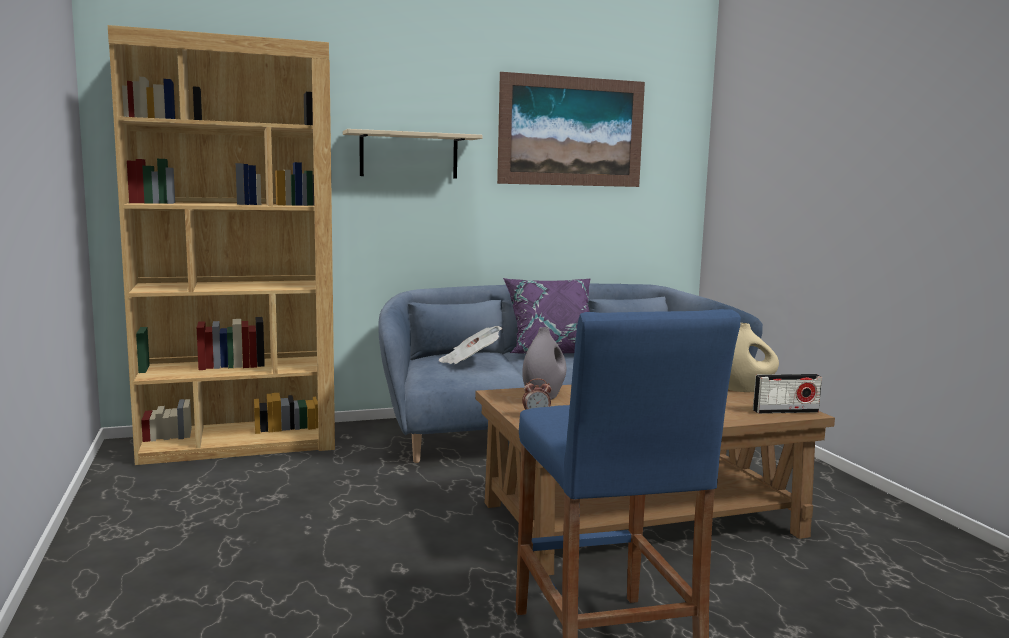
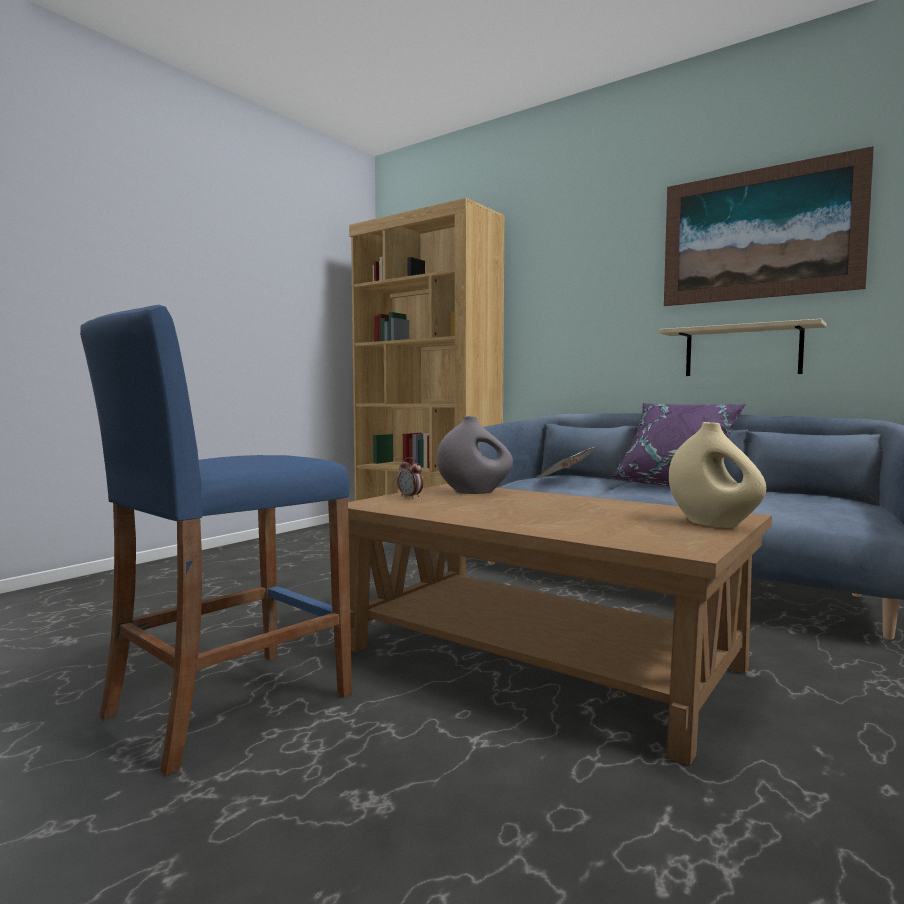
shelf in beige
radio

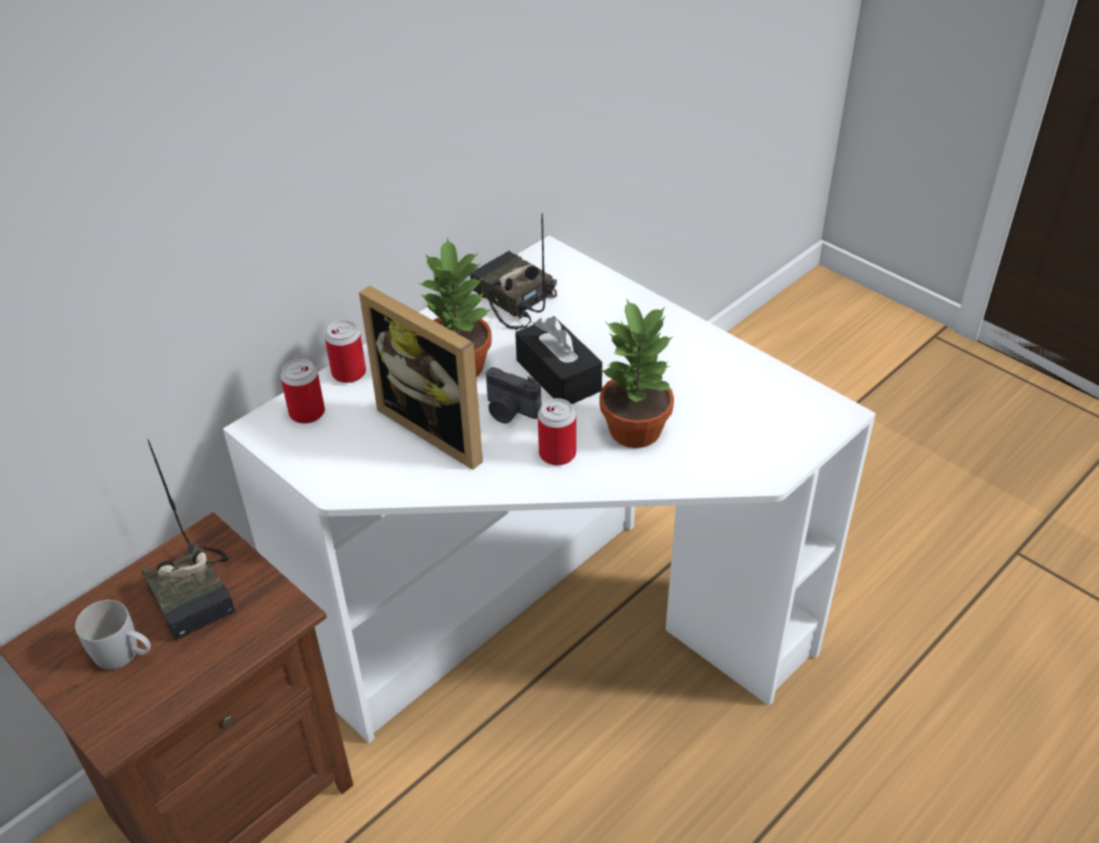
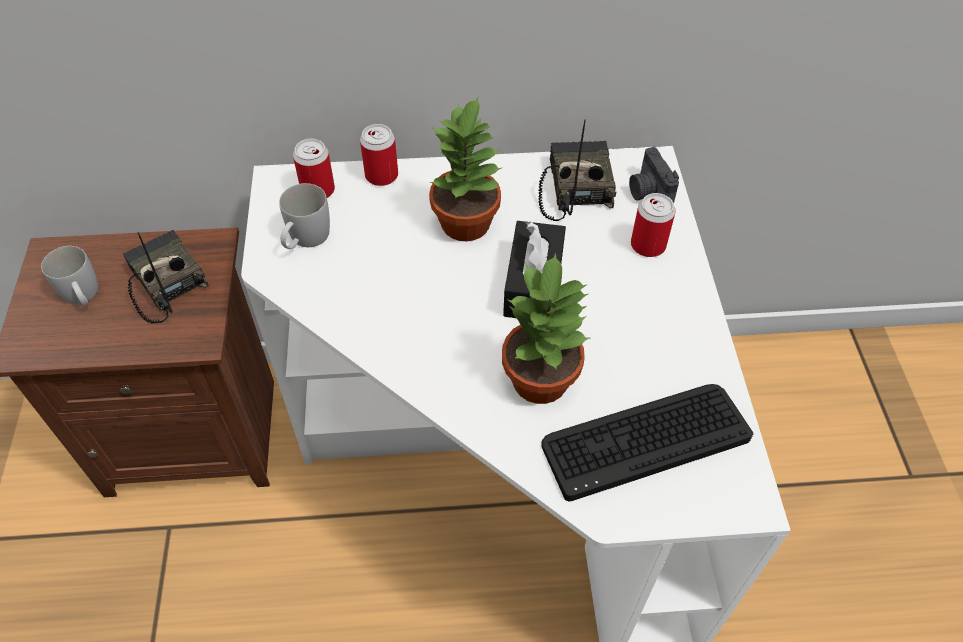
radio (no. 1 from left)
picture frame
photo camera
can (no. 3 from left)
mug in white (no. 2 from left)
keyboard

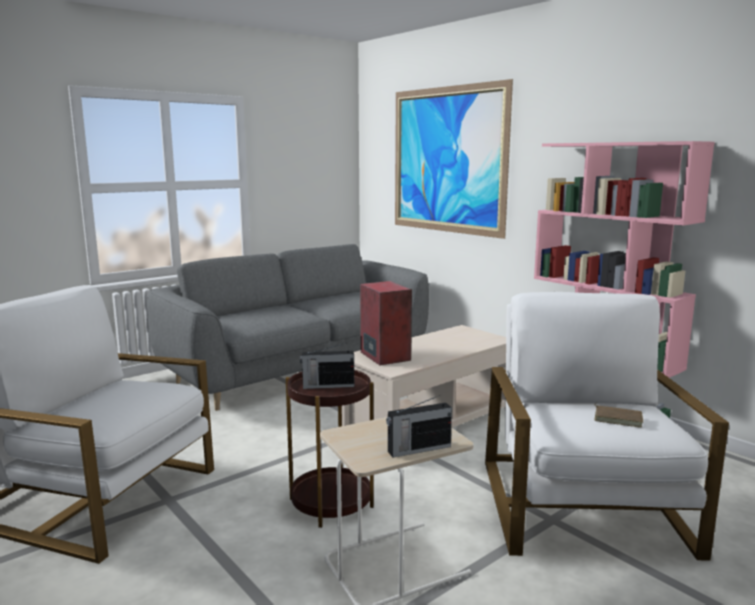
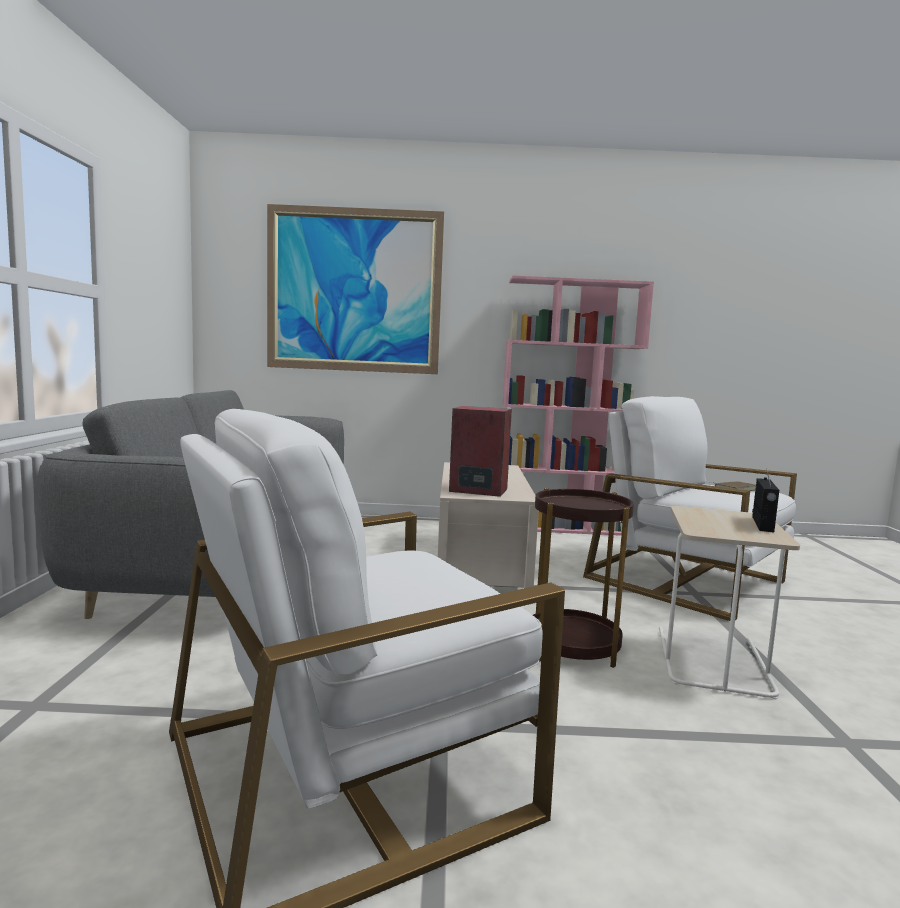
radio (no. 1 from left in the first image)

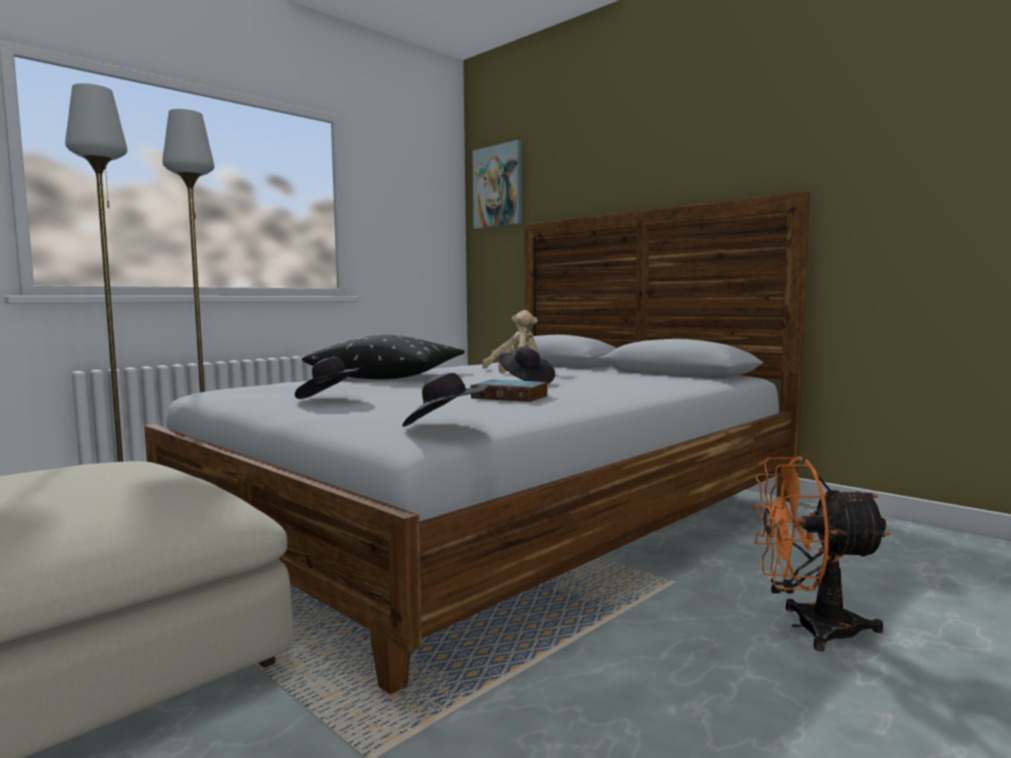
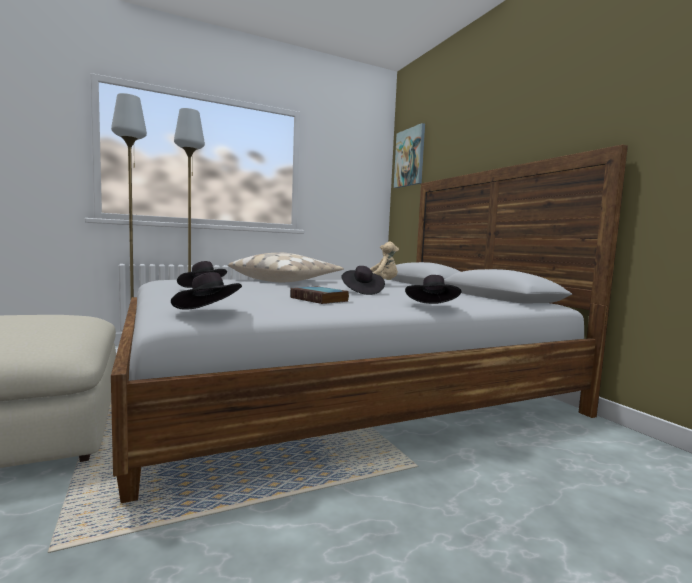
pillow in beige
fan in orange
hat in black (no. 4 from left)

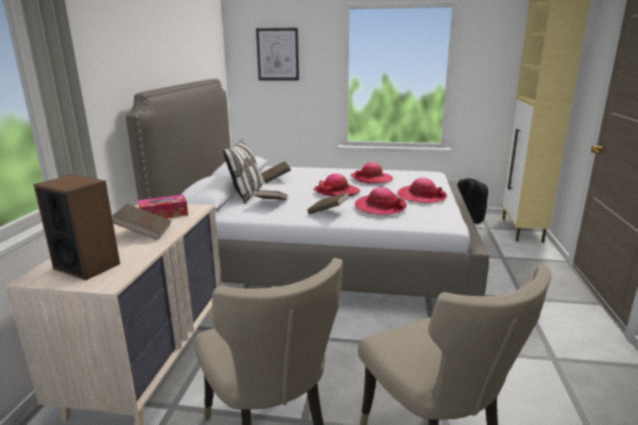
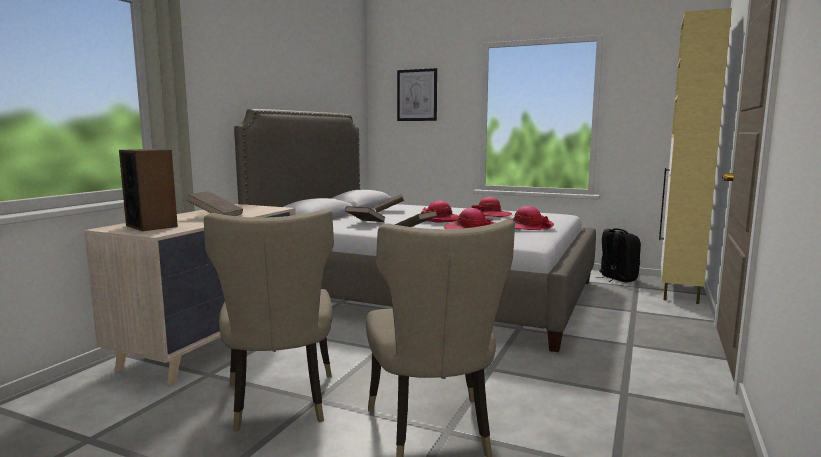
tissue box
pillow

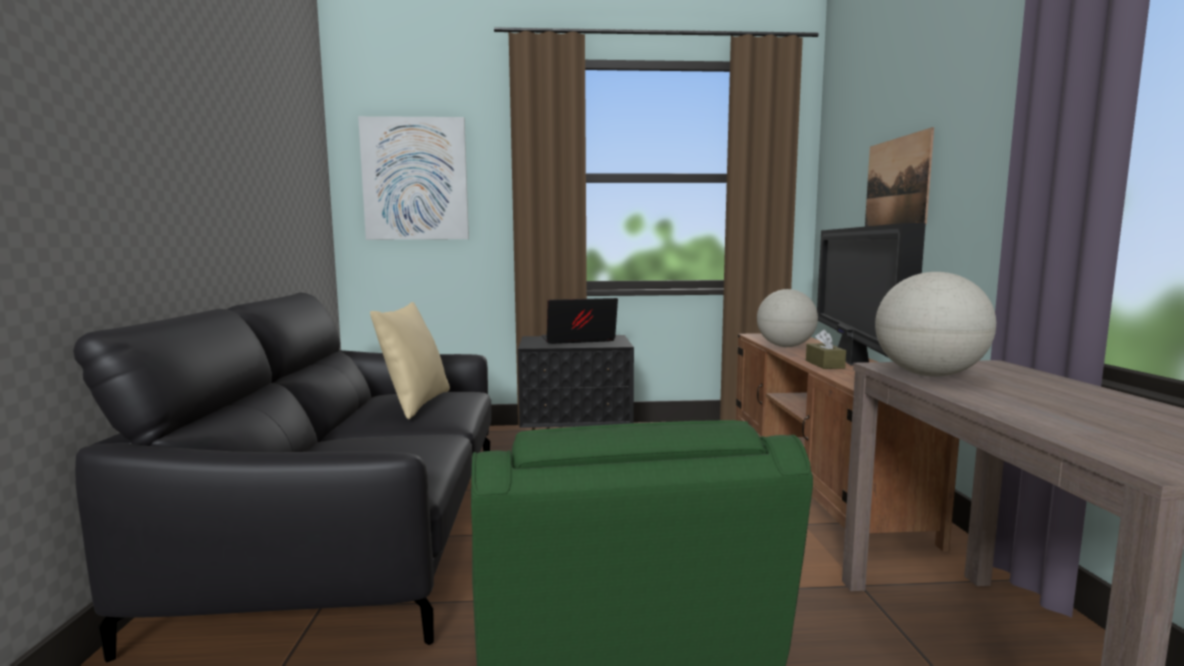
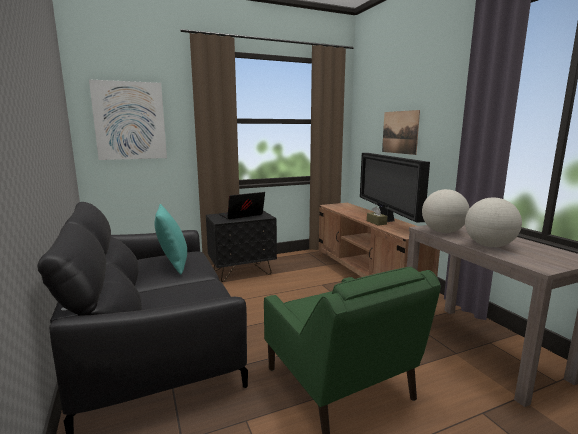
pillow in turquoise
globe (no. 2 from left)

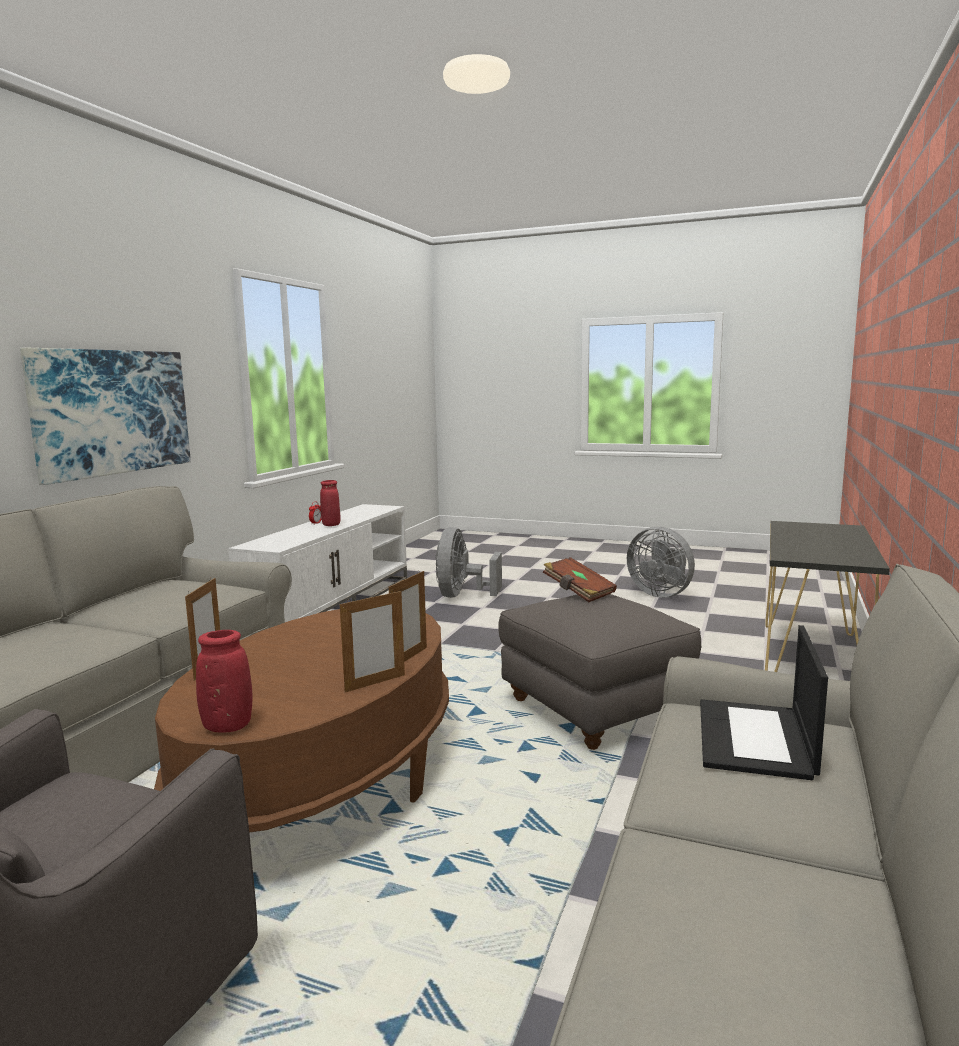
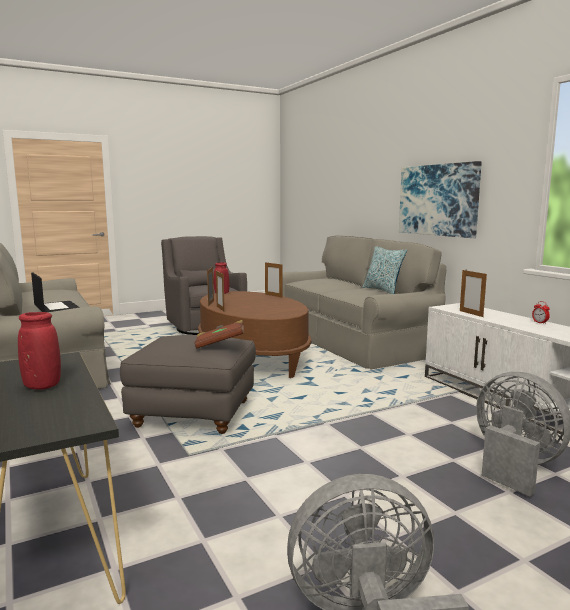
vase in red (no. 1 from left)
pillow
picture frame (no. 4 from left)

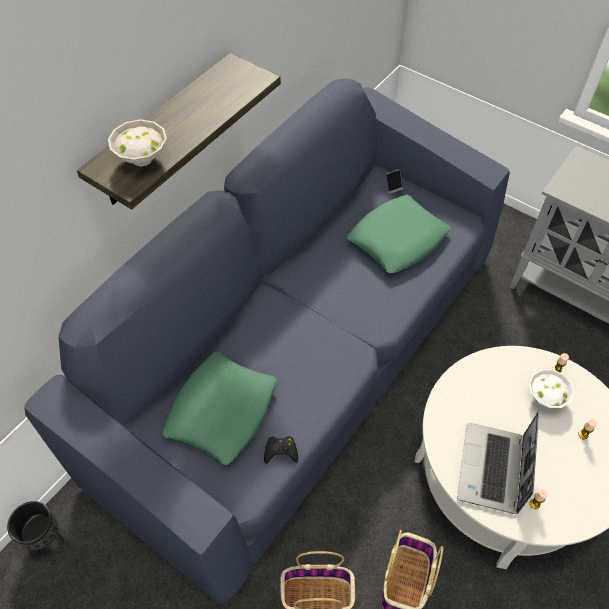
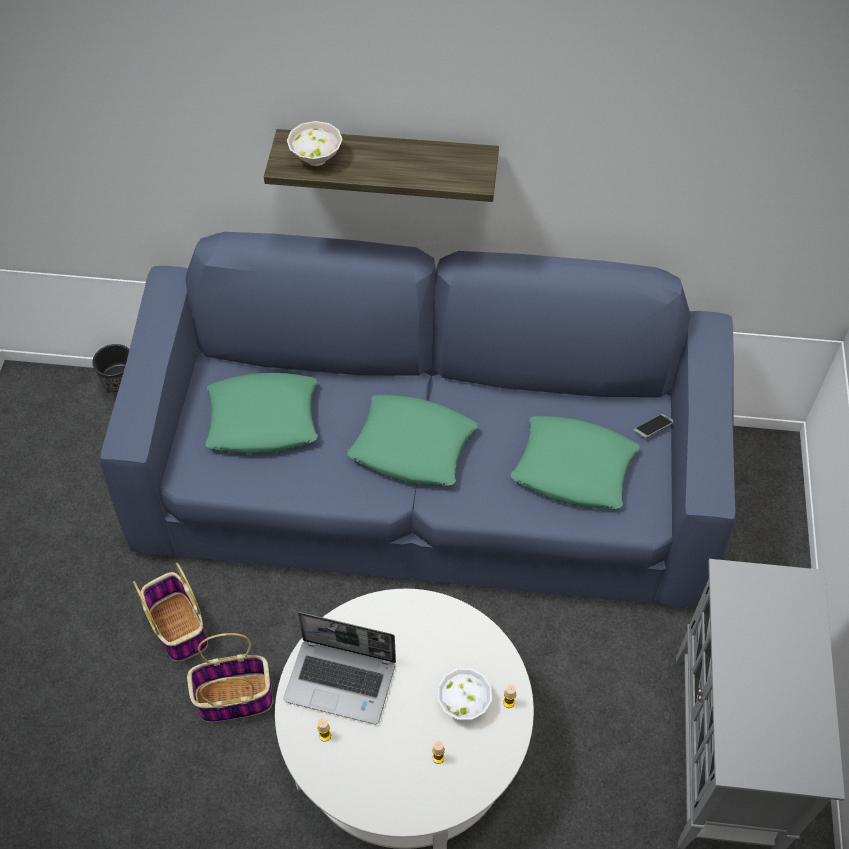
game controller in black
laptop
pillow in green (no. 2 from left)

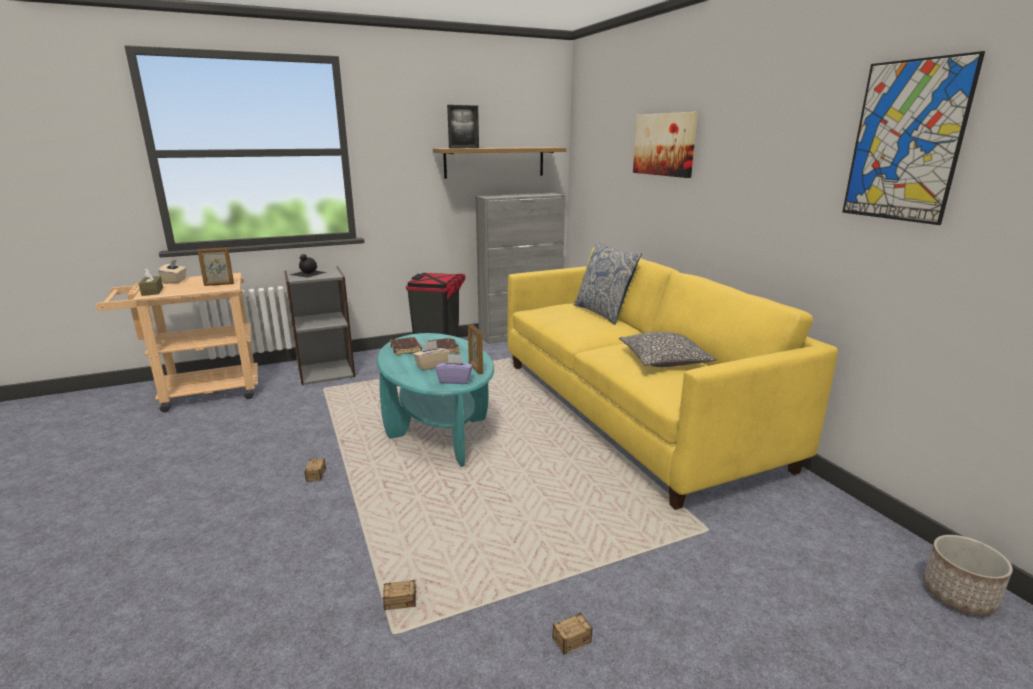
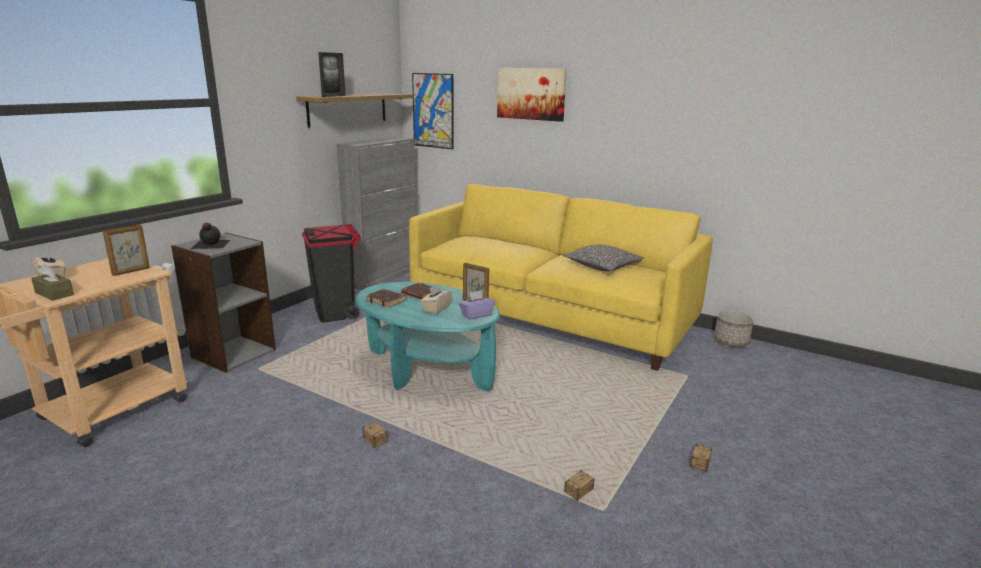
pillow (no. 1 from left in the first image)
picture (no. 1 from left)
planter

